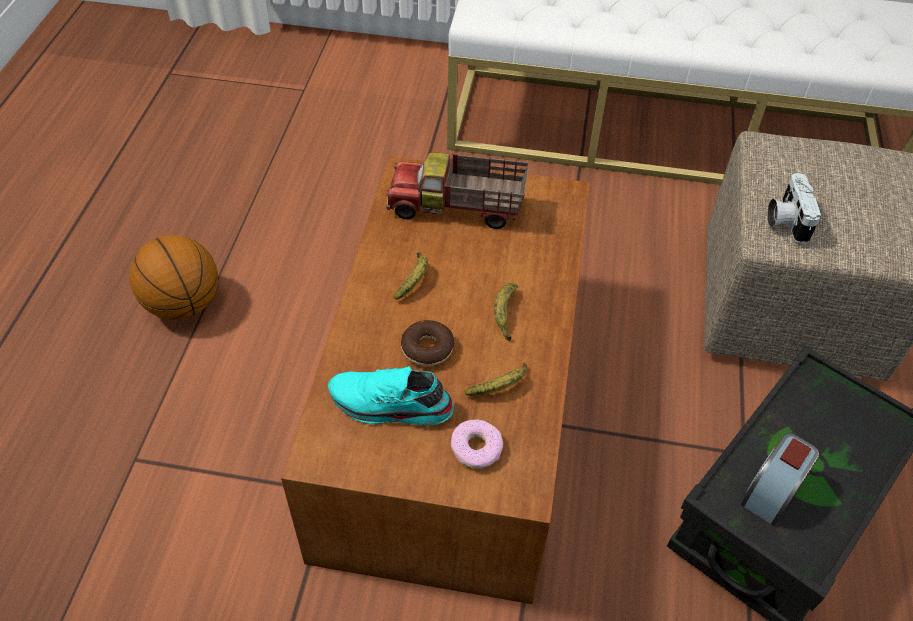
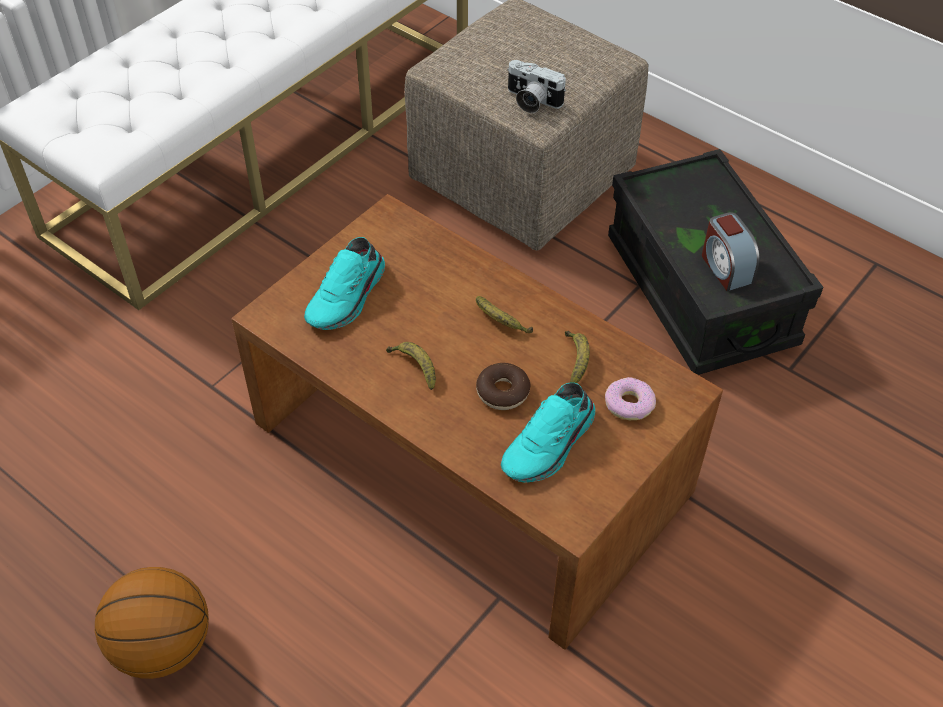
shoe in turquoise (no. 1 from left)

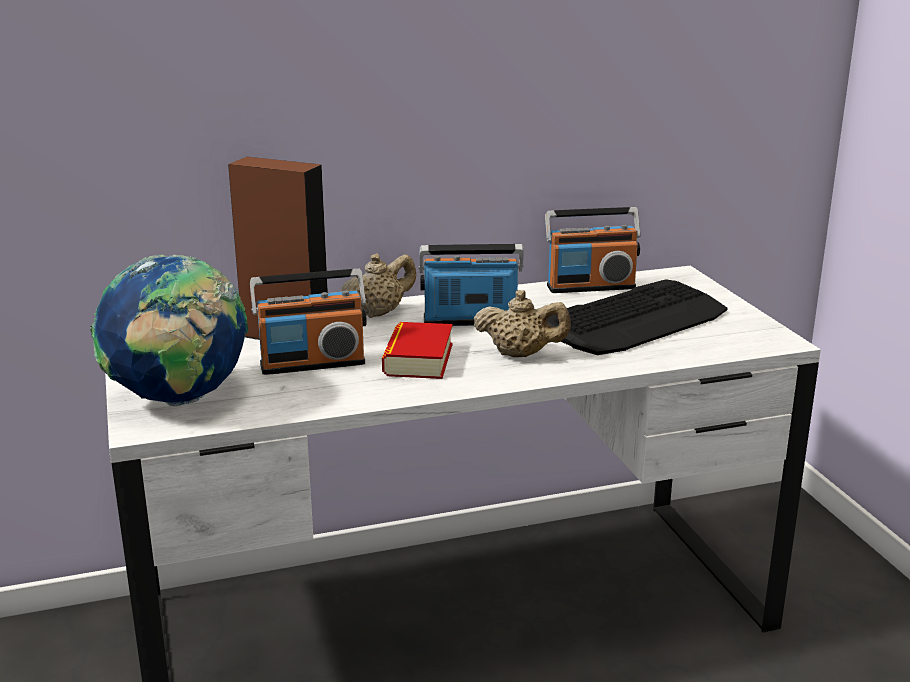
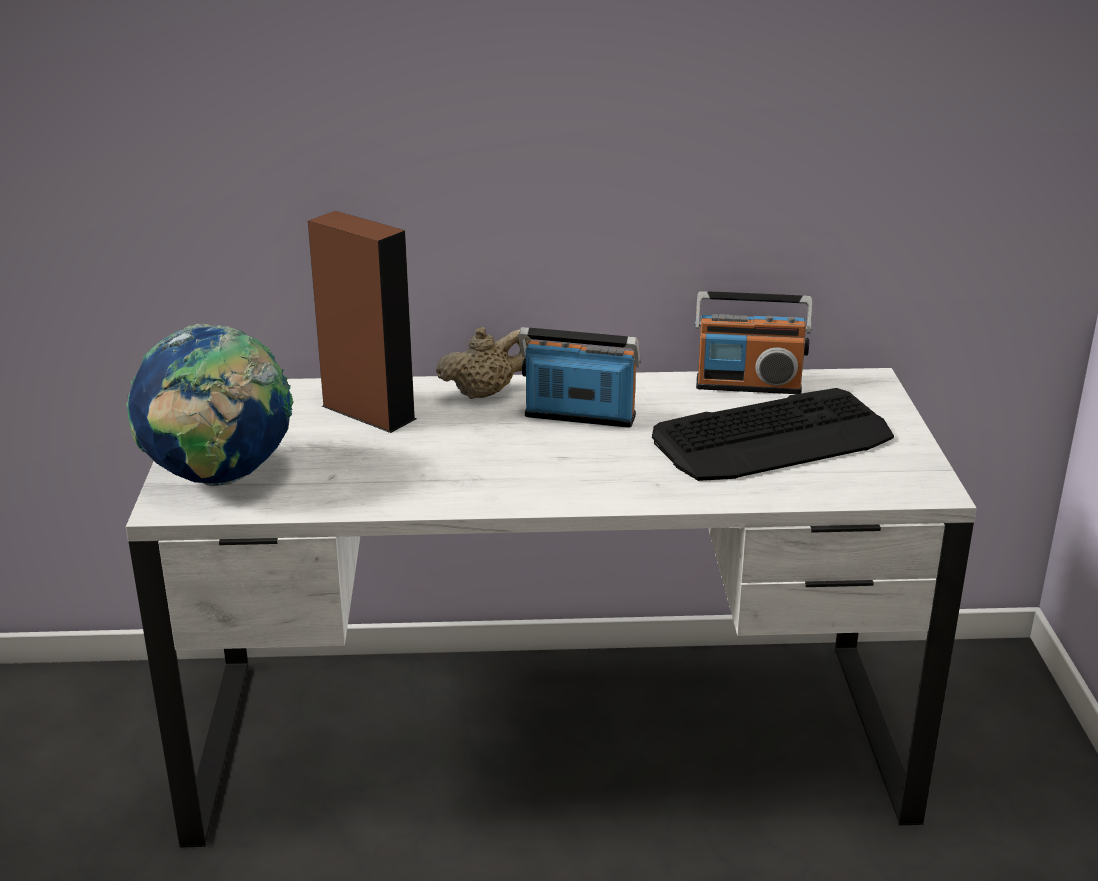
radio (no. 1 from left in the first image)
book
teapot in beige (no. 2 from left in the first image)

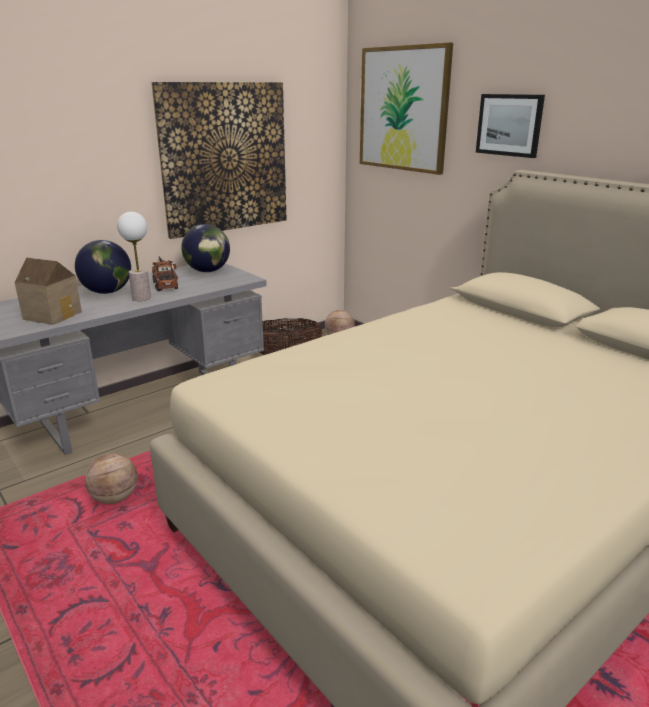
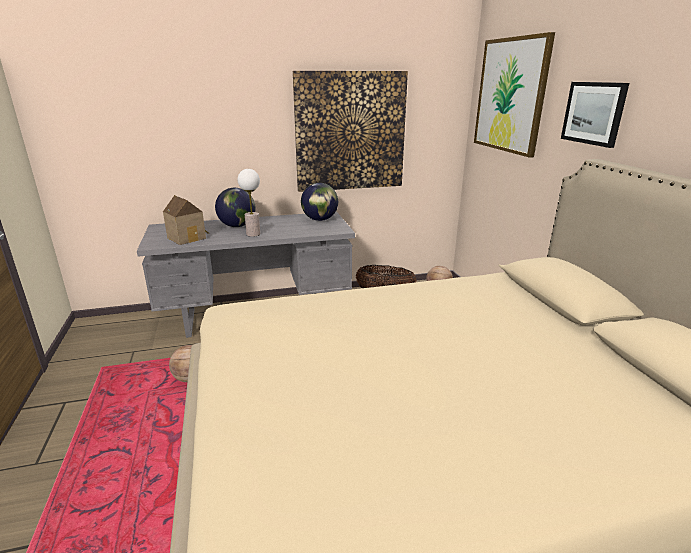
toy truck

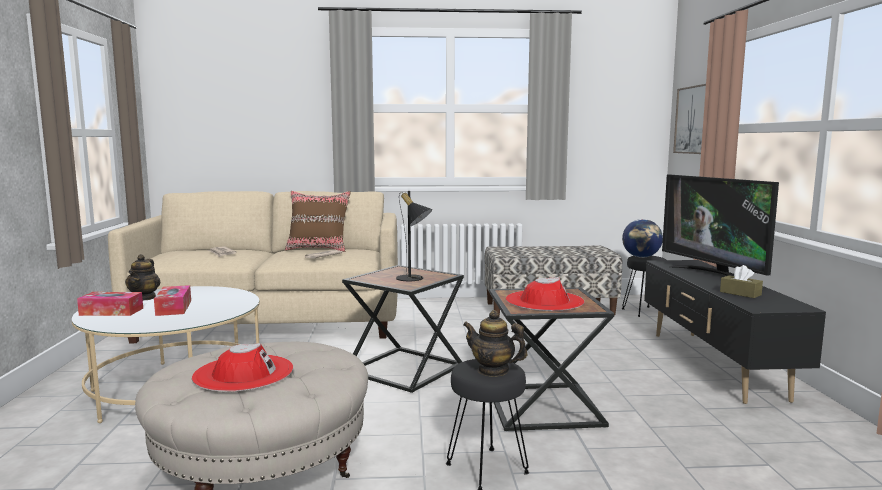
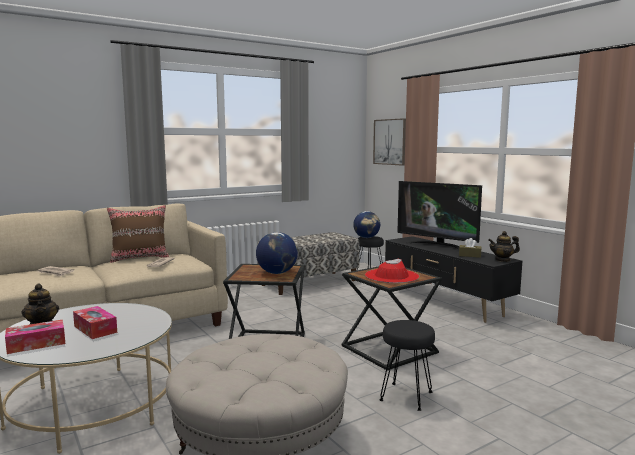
hat in red (no. 1 from left in the first image)
globe (no. 1 from left)
teapot (no. 2 from left)

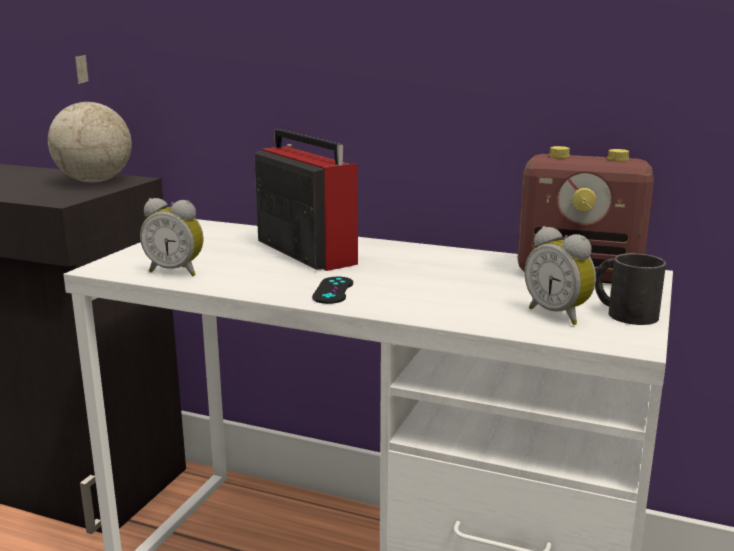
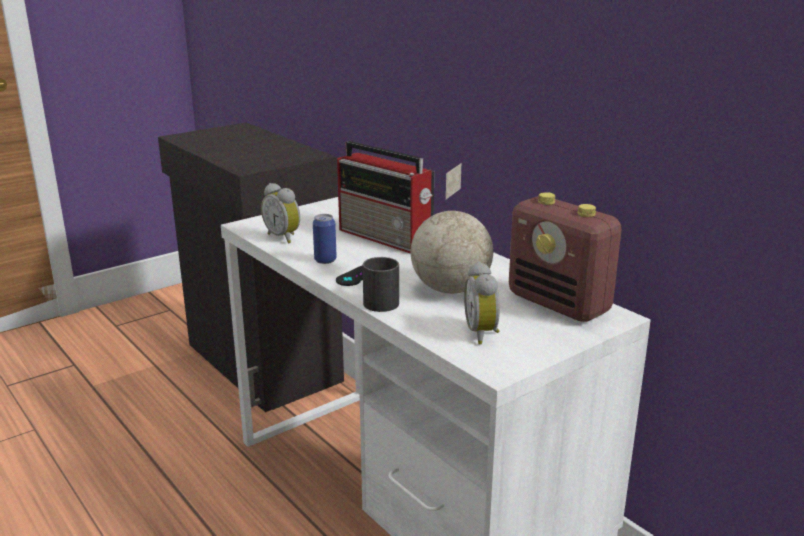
globe
radio (no. 1 from left)
mug in black
can

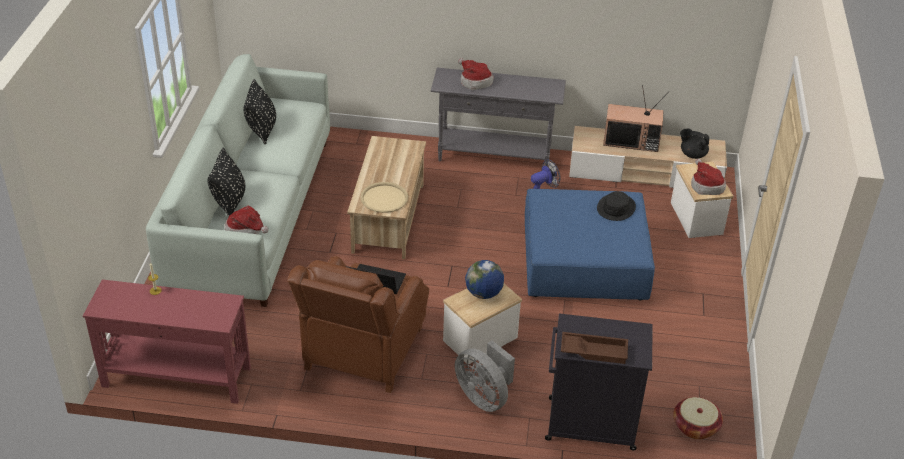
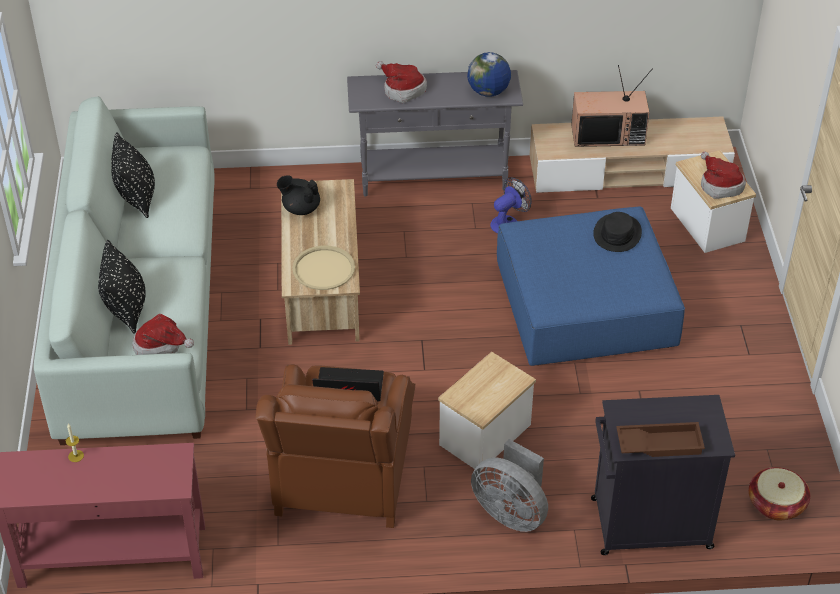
globe
teapot in black

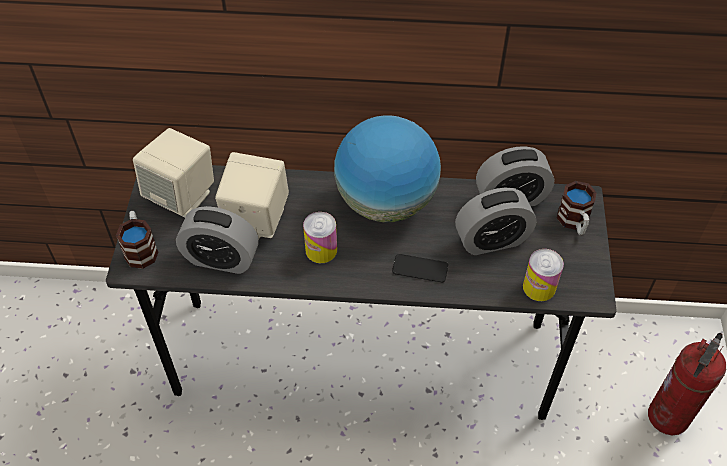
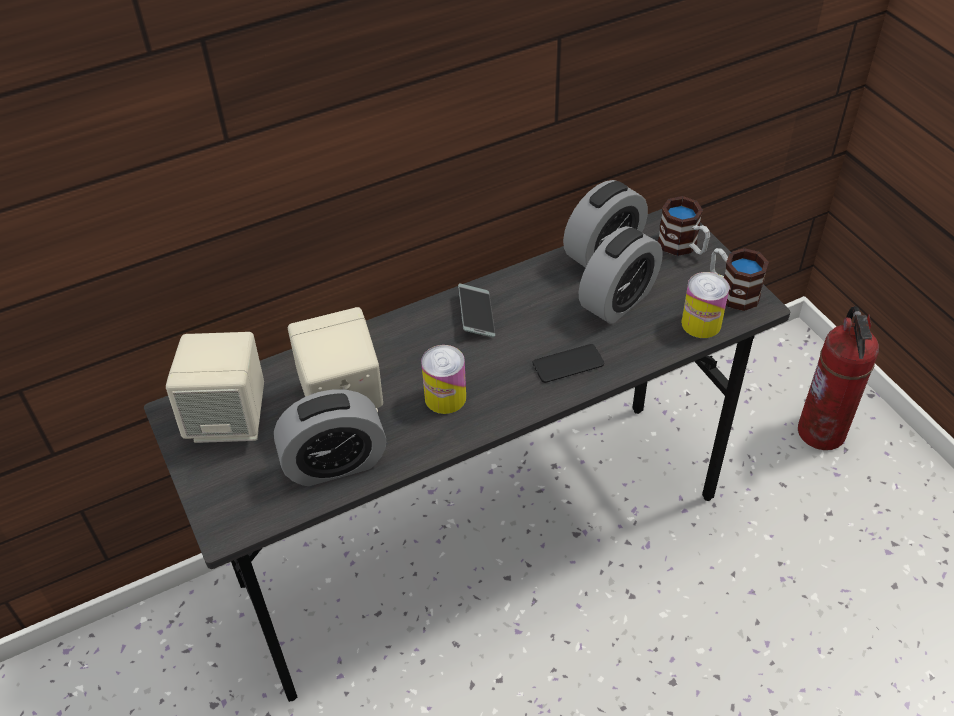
mug (no. 2 from left)
phone (no. 1 from left)

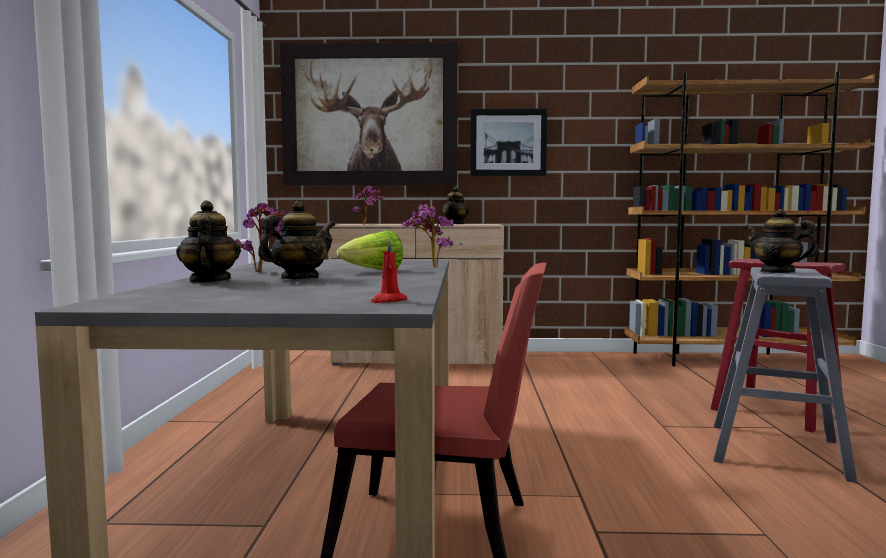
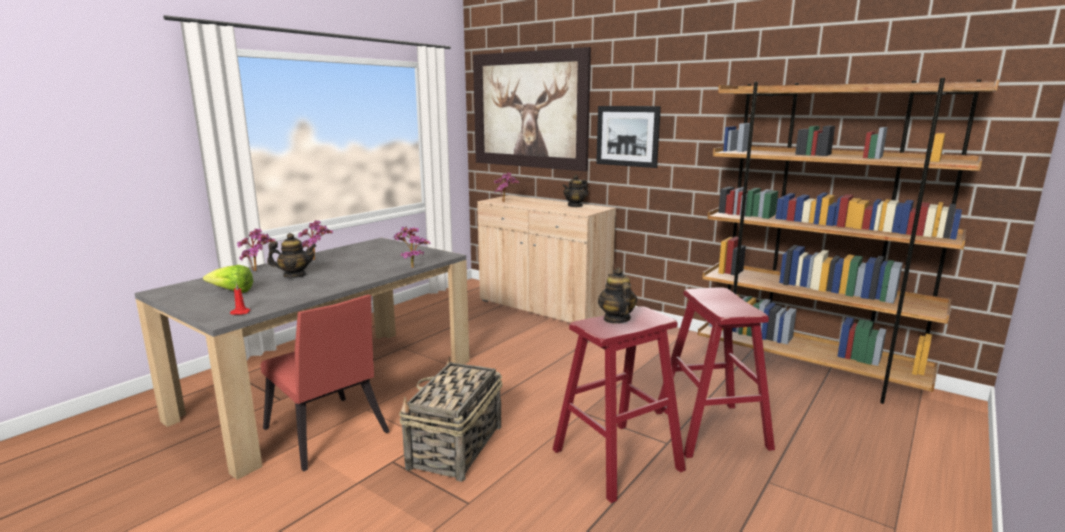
potted plant (no. 1 from left)
lettuce
stool in red (no. 1 from left)
basket

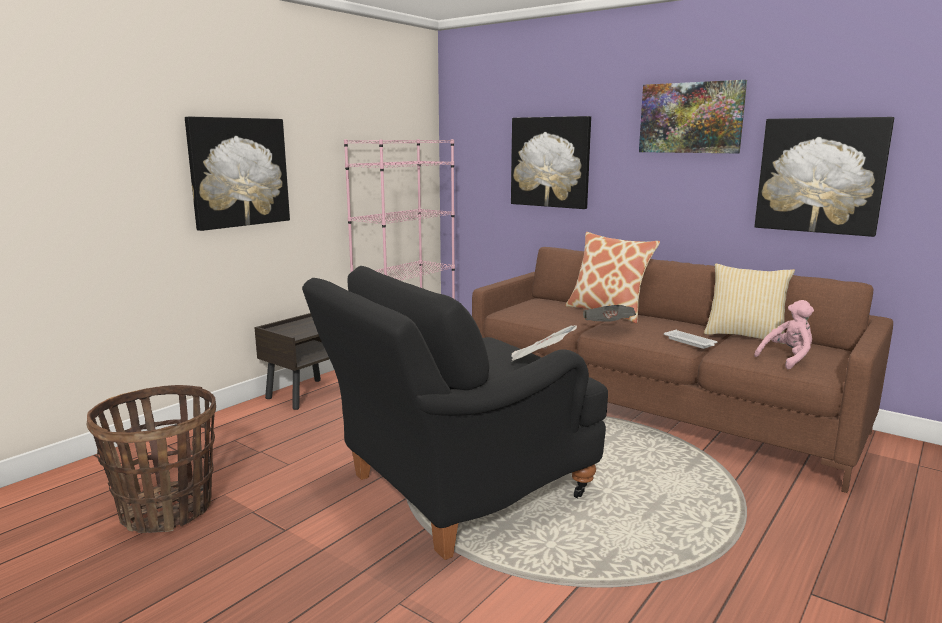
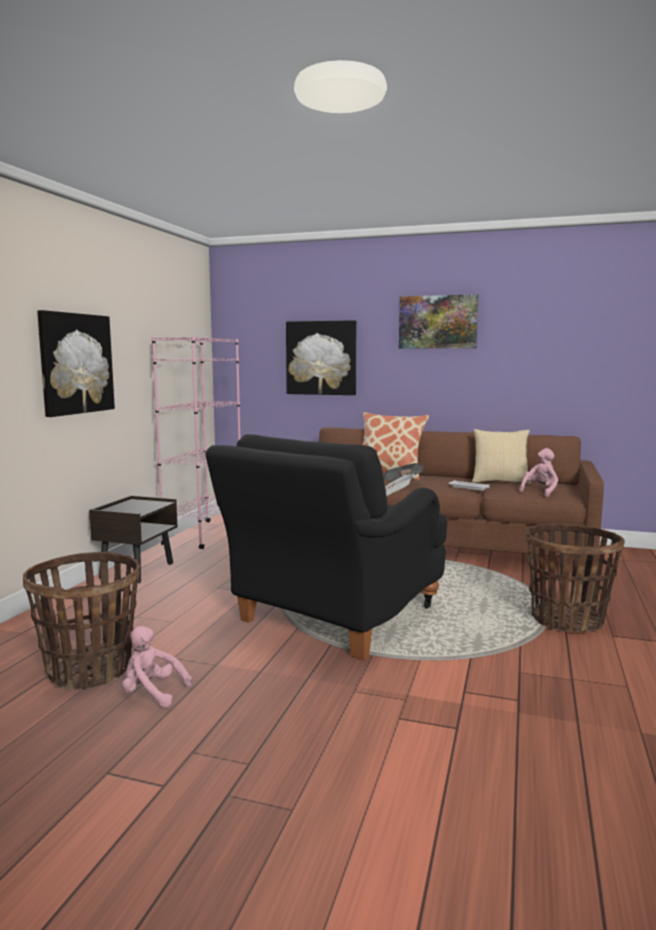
picture (no. 4 from left in the first image)
plush toy in pink (no. 1 from left)
basket (no. 2 from left)

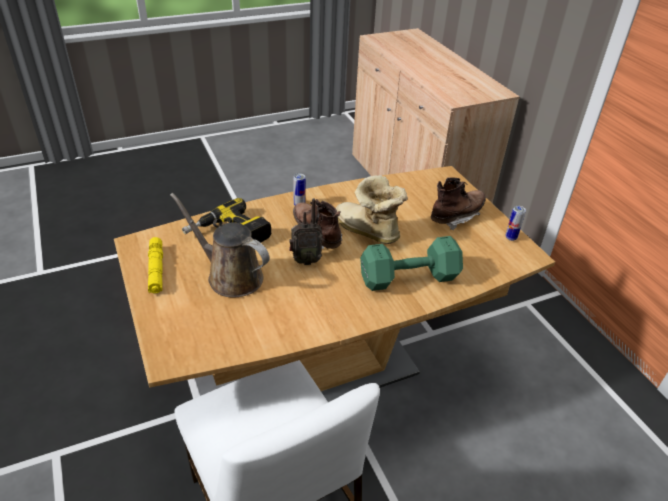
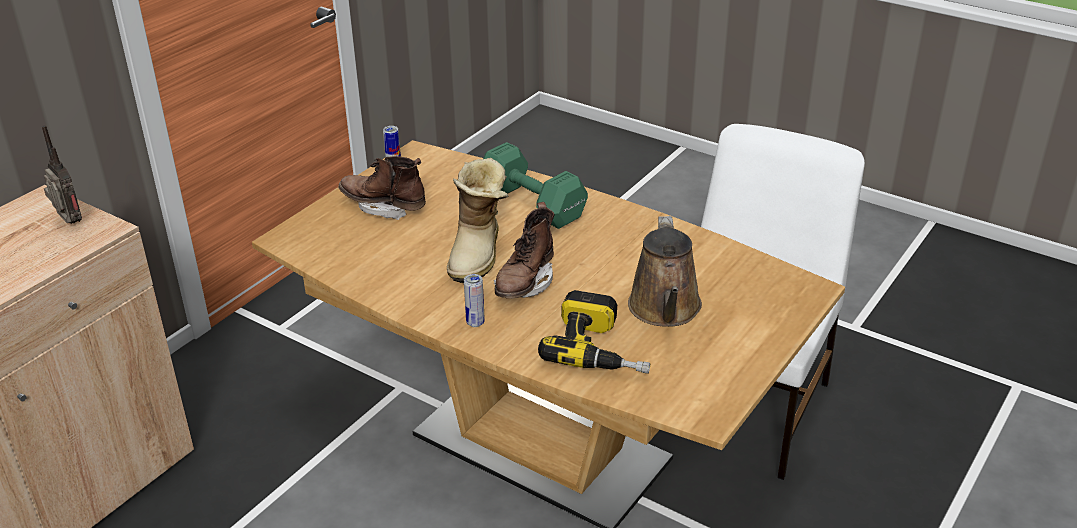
flashlight in yellow
radio

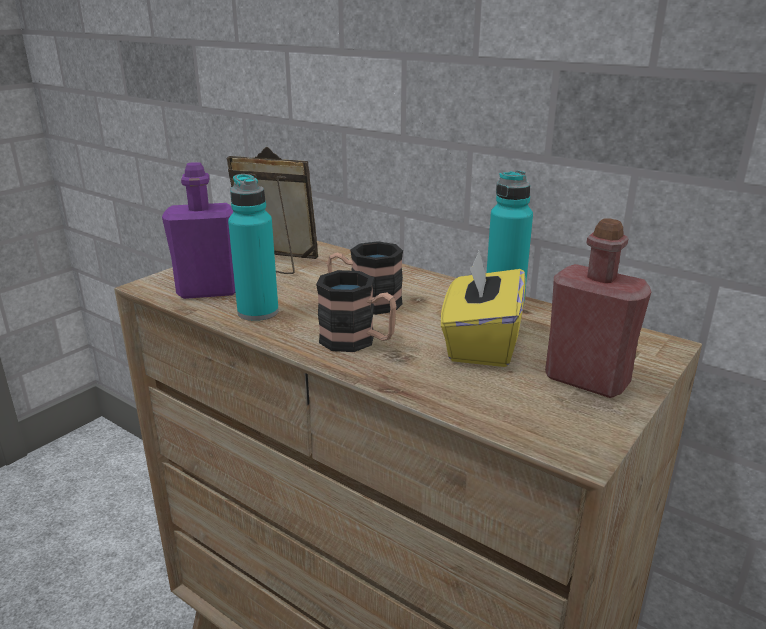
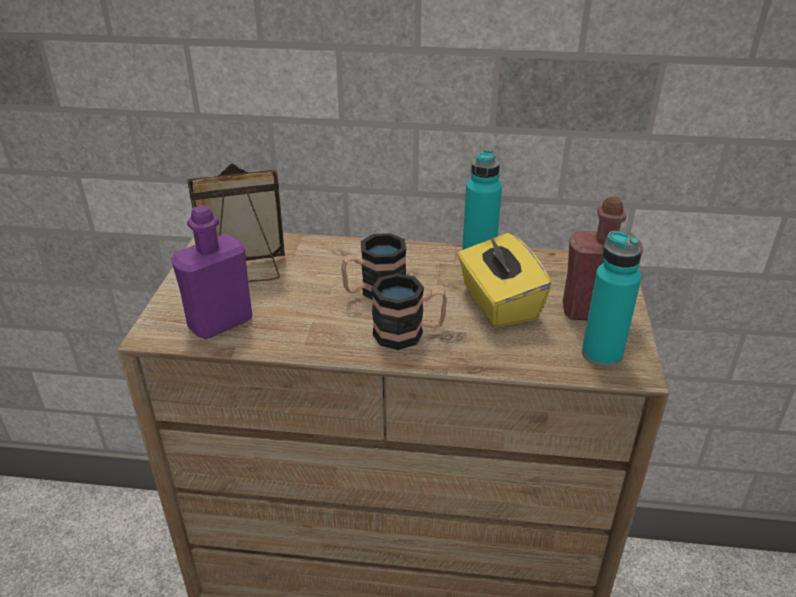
bottle in turquoise (no. 2 from left)

